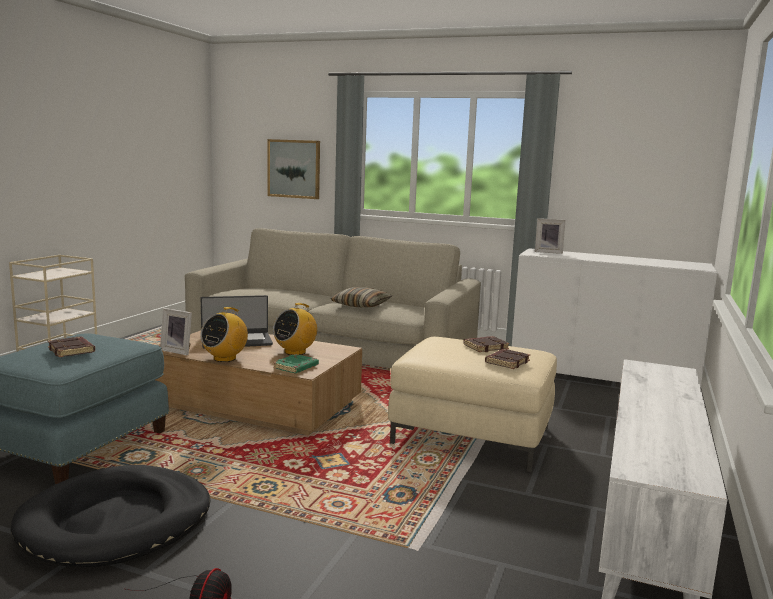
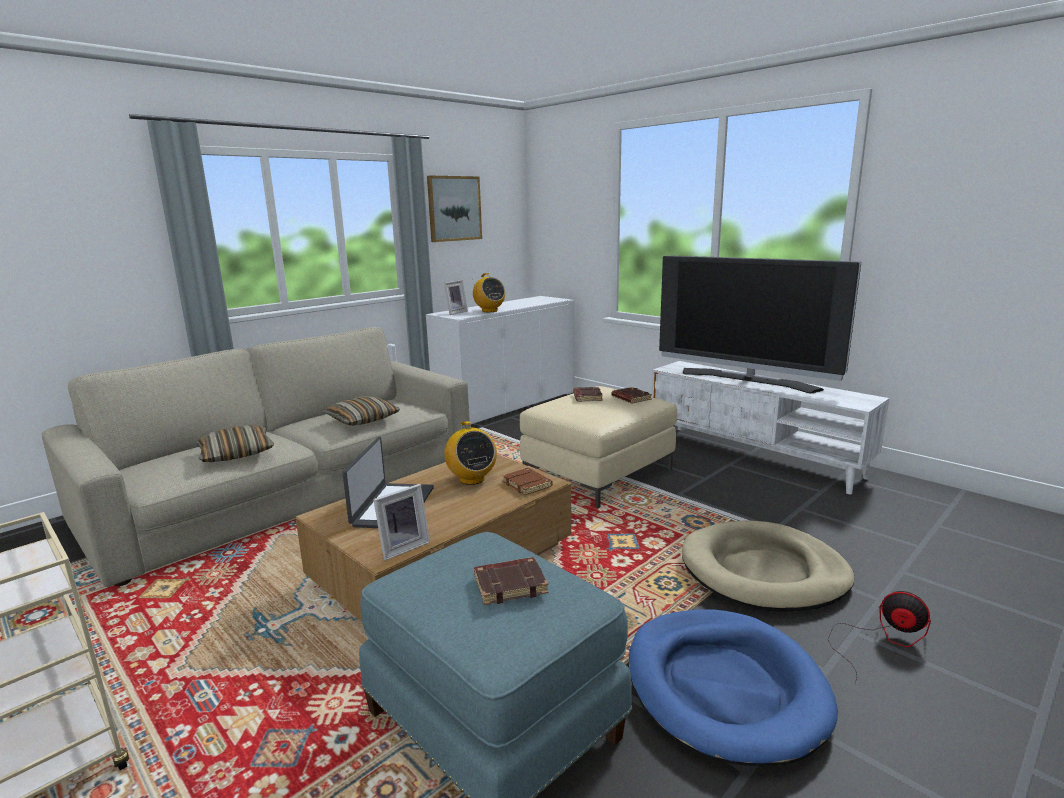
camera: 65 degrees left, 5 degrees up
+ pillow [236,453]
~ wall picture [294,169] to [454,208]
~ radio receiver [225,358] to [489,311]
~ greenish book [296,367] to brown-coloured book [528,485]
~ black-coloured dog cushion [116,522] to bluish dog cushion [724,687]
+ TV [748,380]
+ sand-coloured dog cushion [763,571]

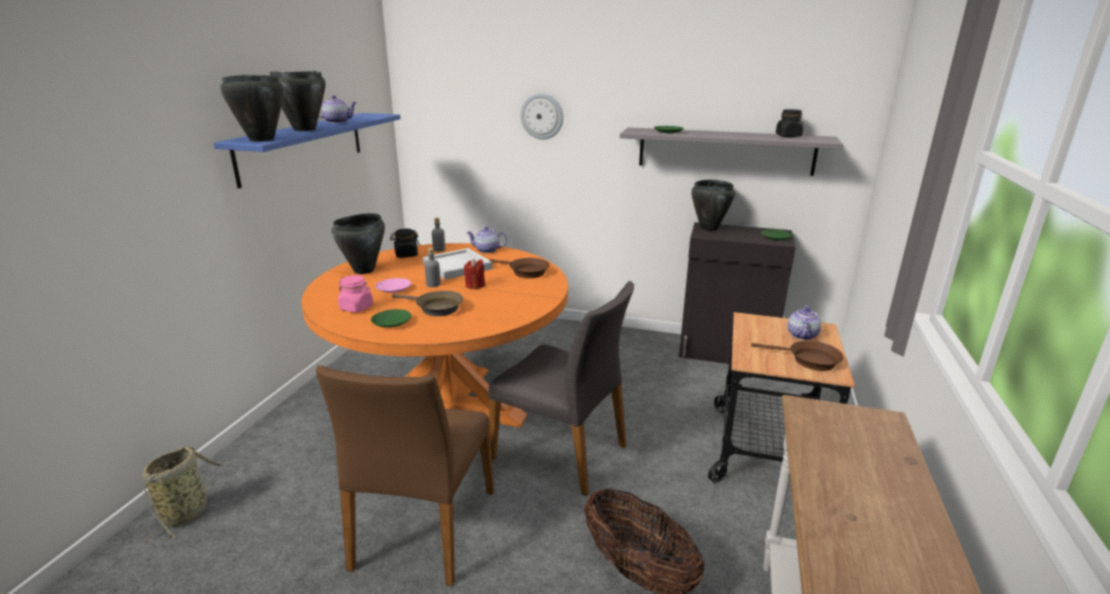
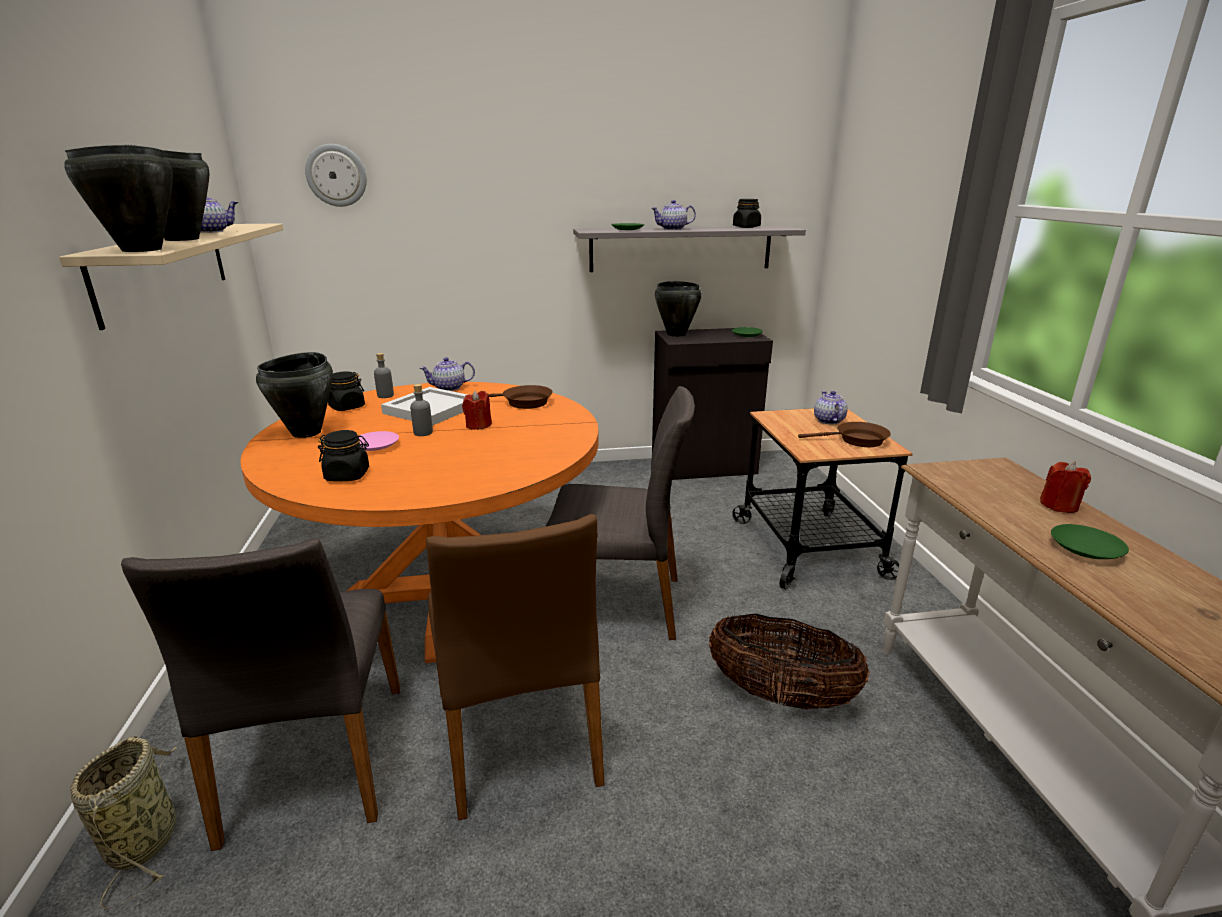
camera: 25 degrees left, 0 degrees up
~ bluish bracket shelf [303,146] to sand-coloured bracket shelf [164,269]
+ grey chair [313,761]
~ wall clock [542,116] to [336,175]
~ pinkish storage jar [356,308] to black-coloured storage jar [347,475]
+ tea pot [672,229]
+ reddish candle [1059,505]
~ greenish dinner plate [391,323] to [1085,549]
- brown-coloured skillet [436,308]

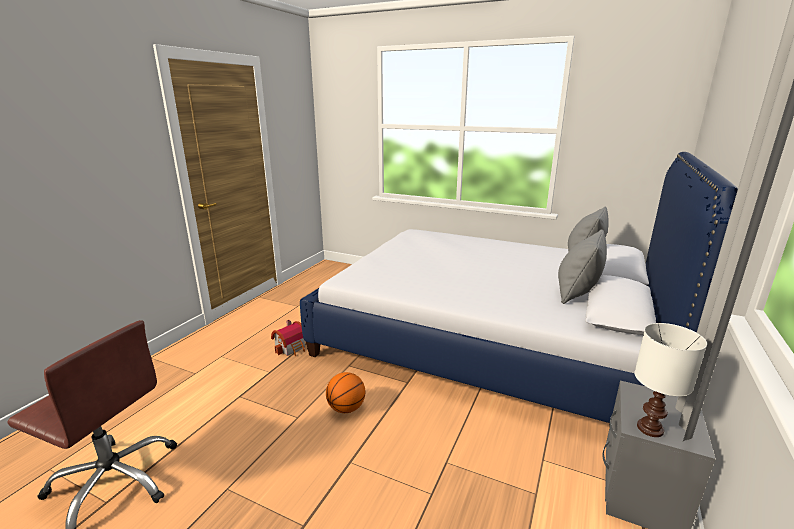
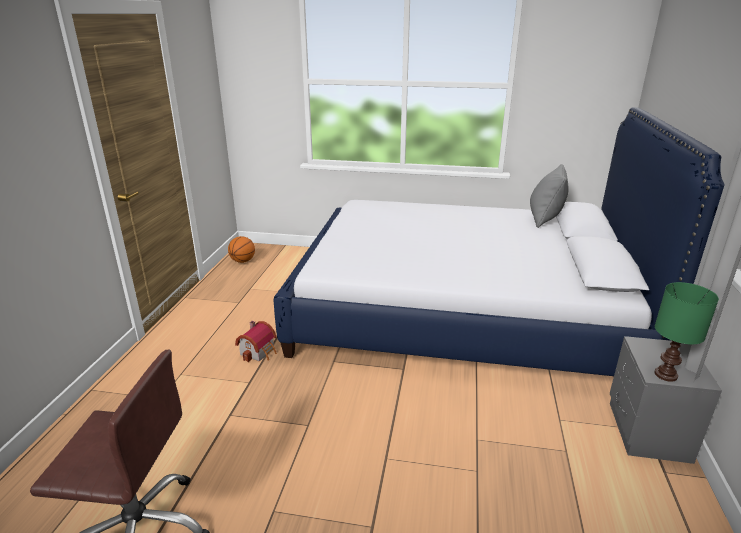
camera: 15 degrees left, 5 degrees up
~ basketball ball [346,408] to [243,261]
~ white-coloured table lamp [649,428] to greenish table lamp [665,374]
- grey pillow [577,293]

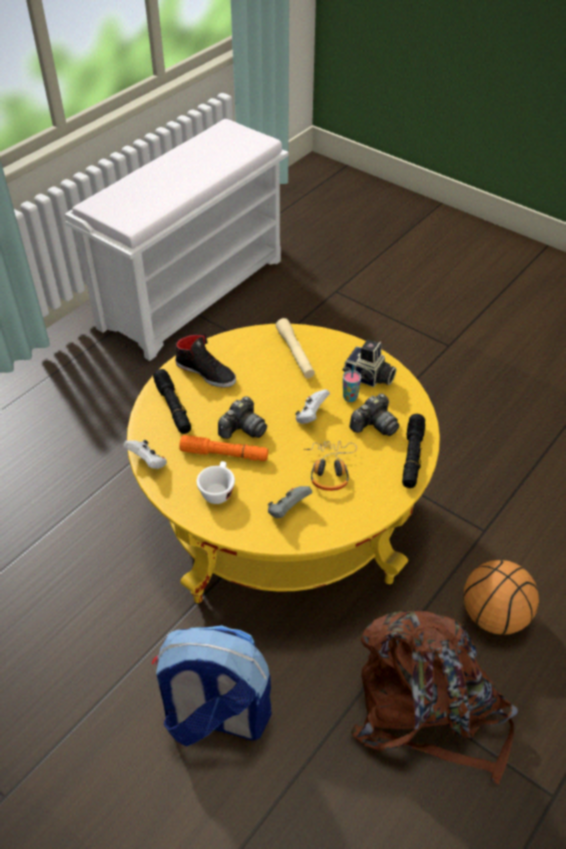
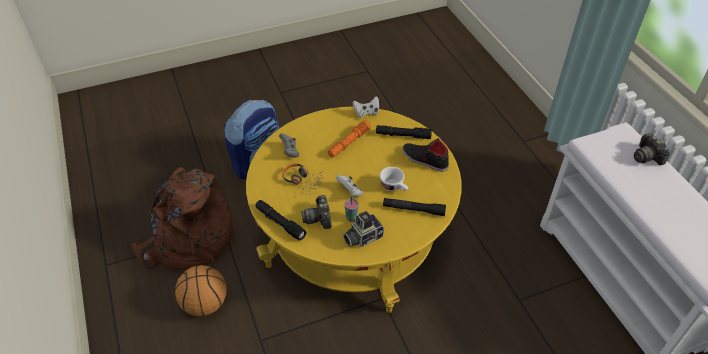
camera: 120 degrees right, 0 degrees up
~ white-coloured drinking cup [217,490] to [394,187]
~ sand-coloured torch [295,353] to black-coloured torch [413,210]
~ black-coloured item of footwear [206,372] = [424,160] 60 degrees clockwise
~ photo camera [243,429] to [647,156]

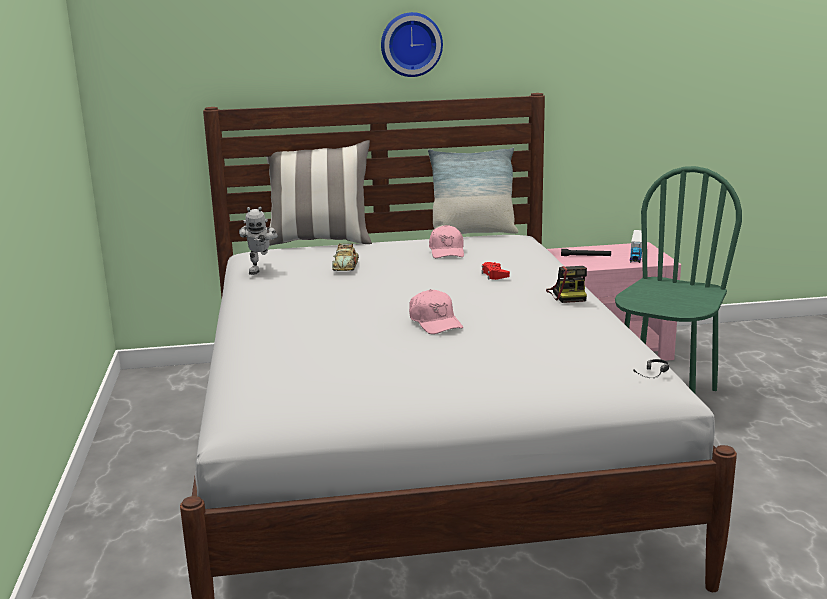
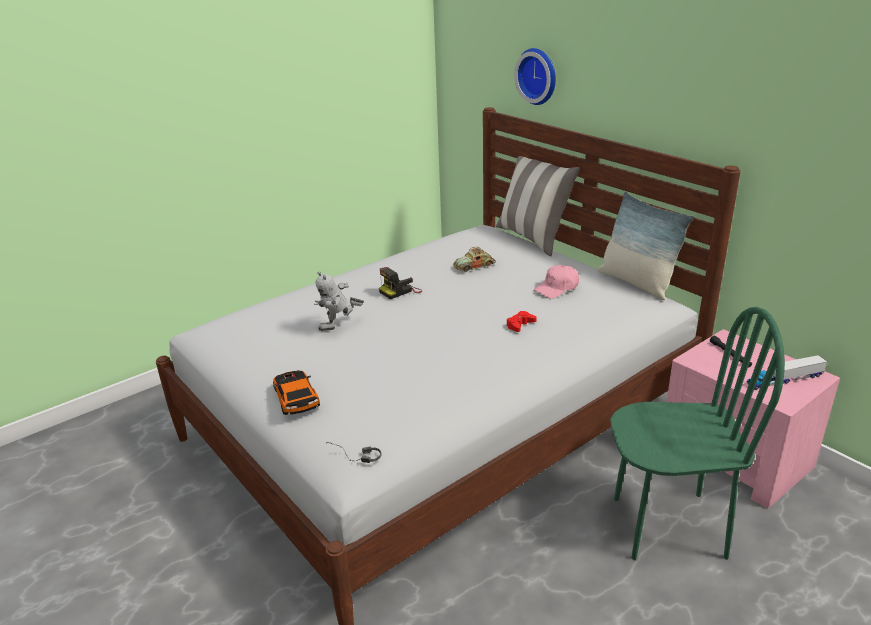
camera: 60 degrees right, 10 degrees up
+ toy car [295,398]
~ robot figure [260,270] to [340,327]
~ photo camera [568,295] to [400,291]
~ wall clock [411,44] to [538,76]
- pinkish baseball cap [435,323]

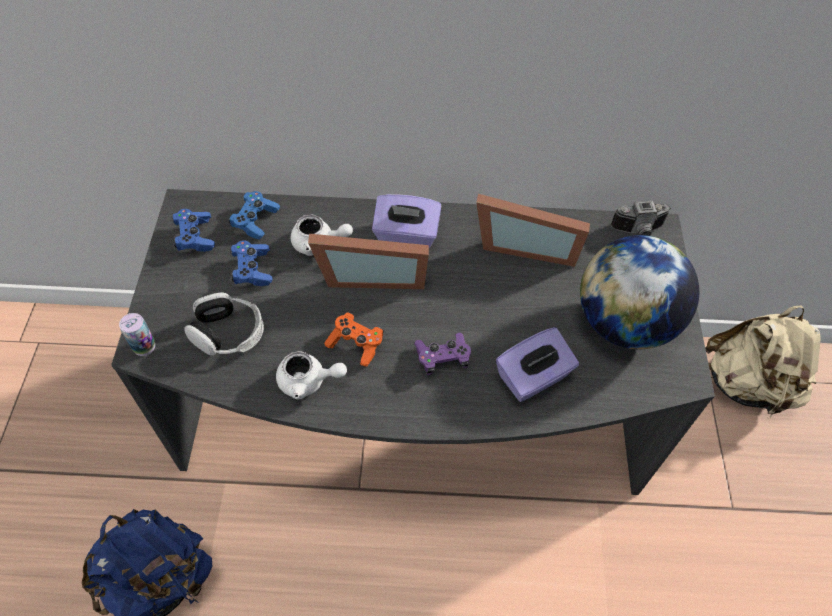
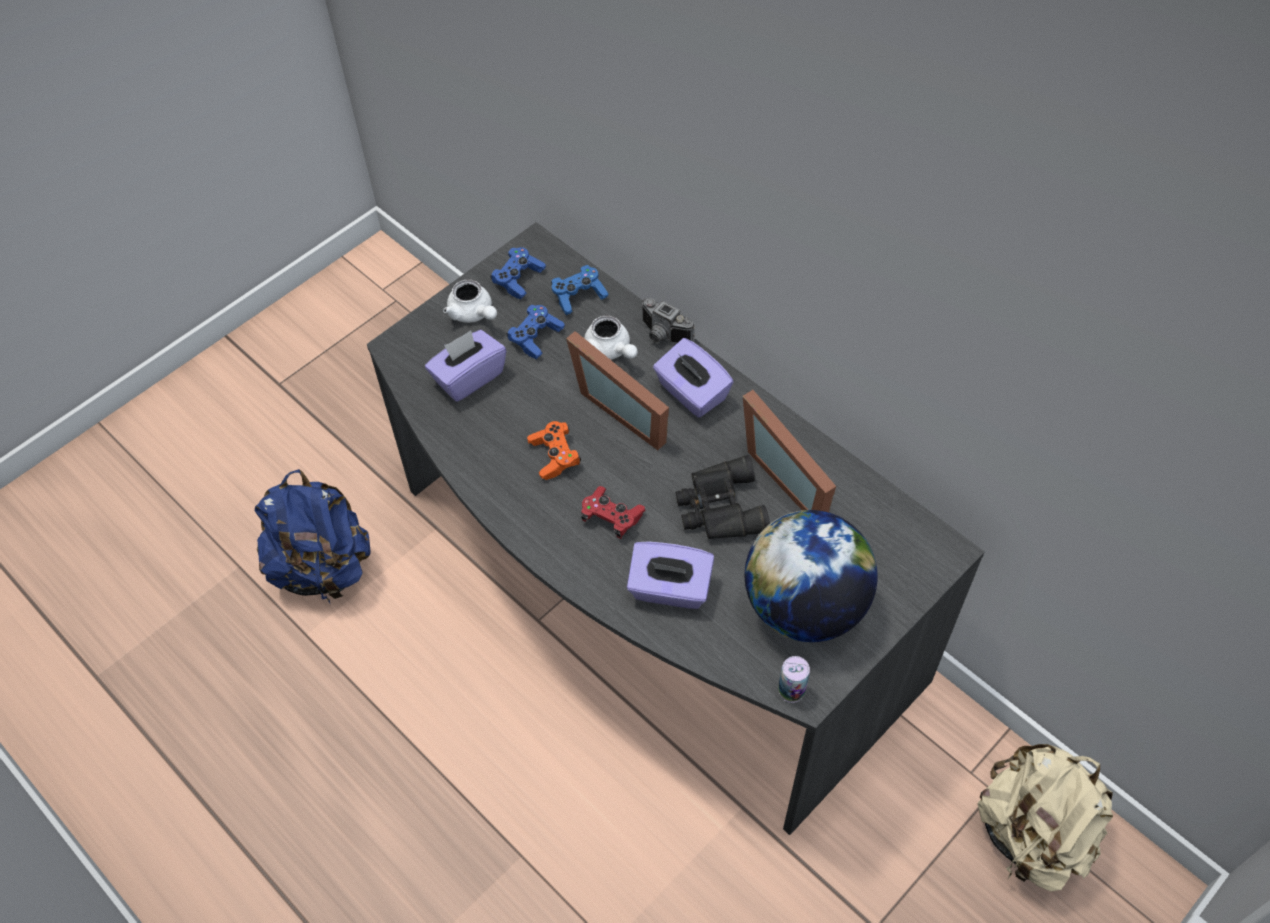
camera: 45 degrees right, 0 degrees up
~ pair of headphones [228,333] to purple tissue holder [468,377]
~ white-coloured tea pot [308,381] to [473,314]
~ purple joypad [442,358] to reddish joypad [611,517]
~ photo camera [639,231] to [663,336]
+ black-coloured field glasses [719,508]
~ can [144,346] to [791,691]

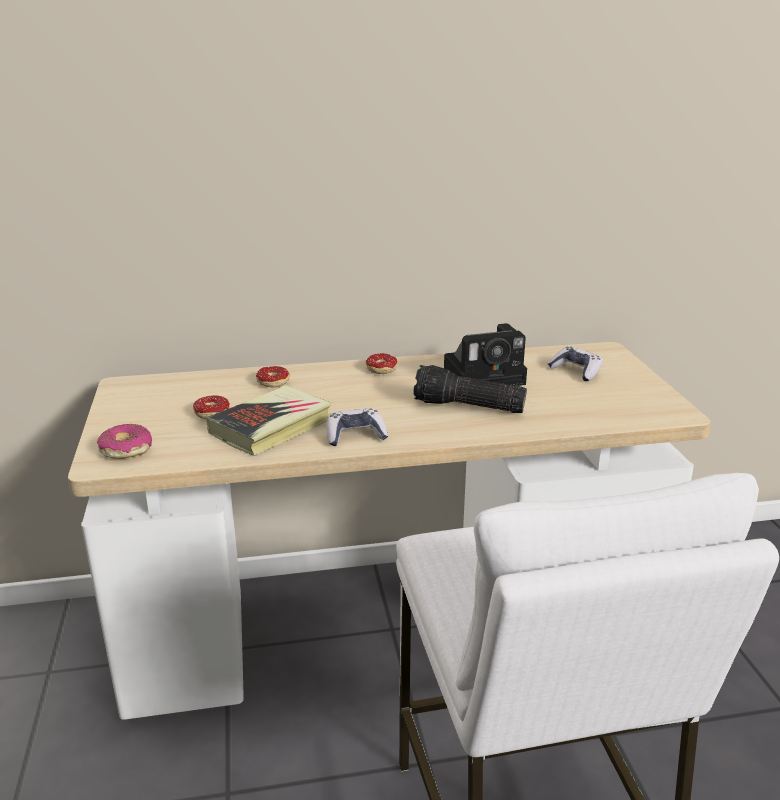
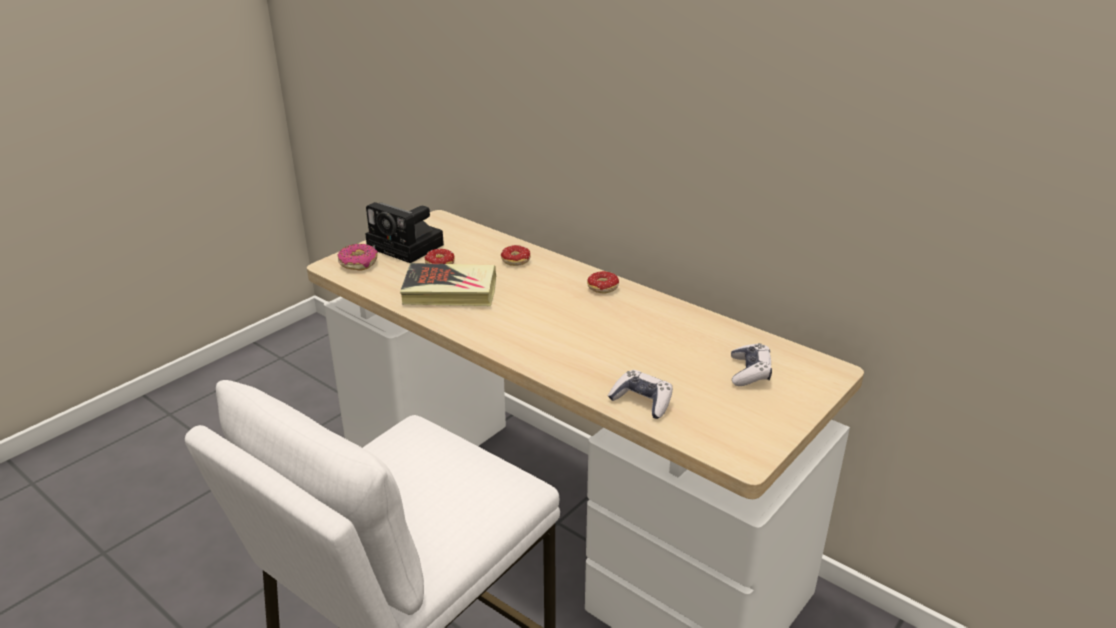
camera: 50 degrees right, 5 degrees up
~ photo camera [487,376] to [408,247]
~ joypad [355,435] to [642,401]
- torch [467,407]

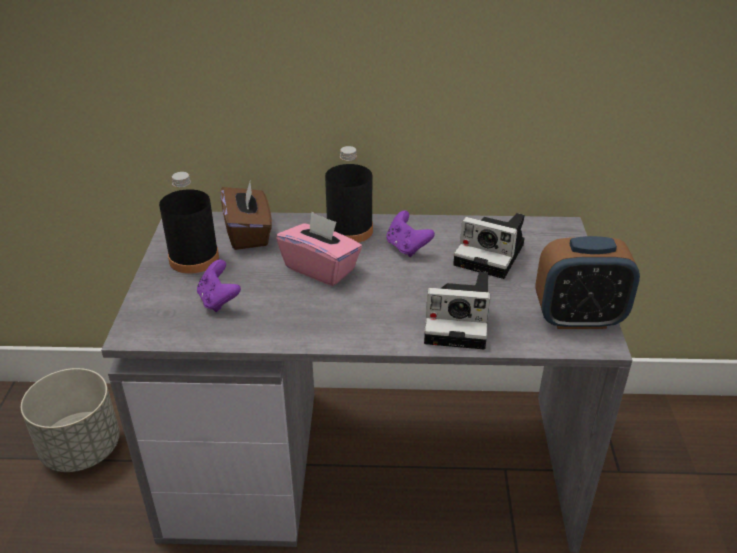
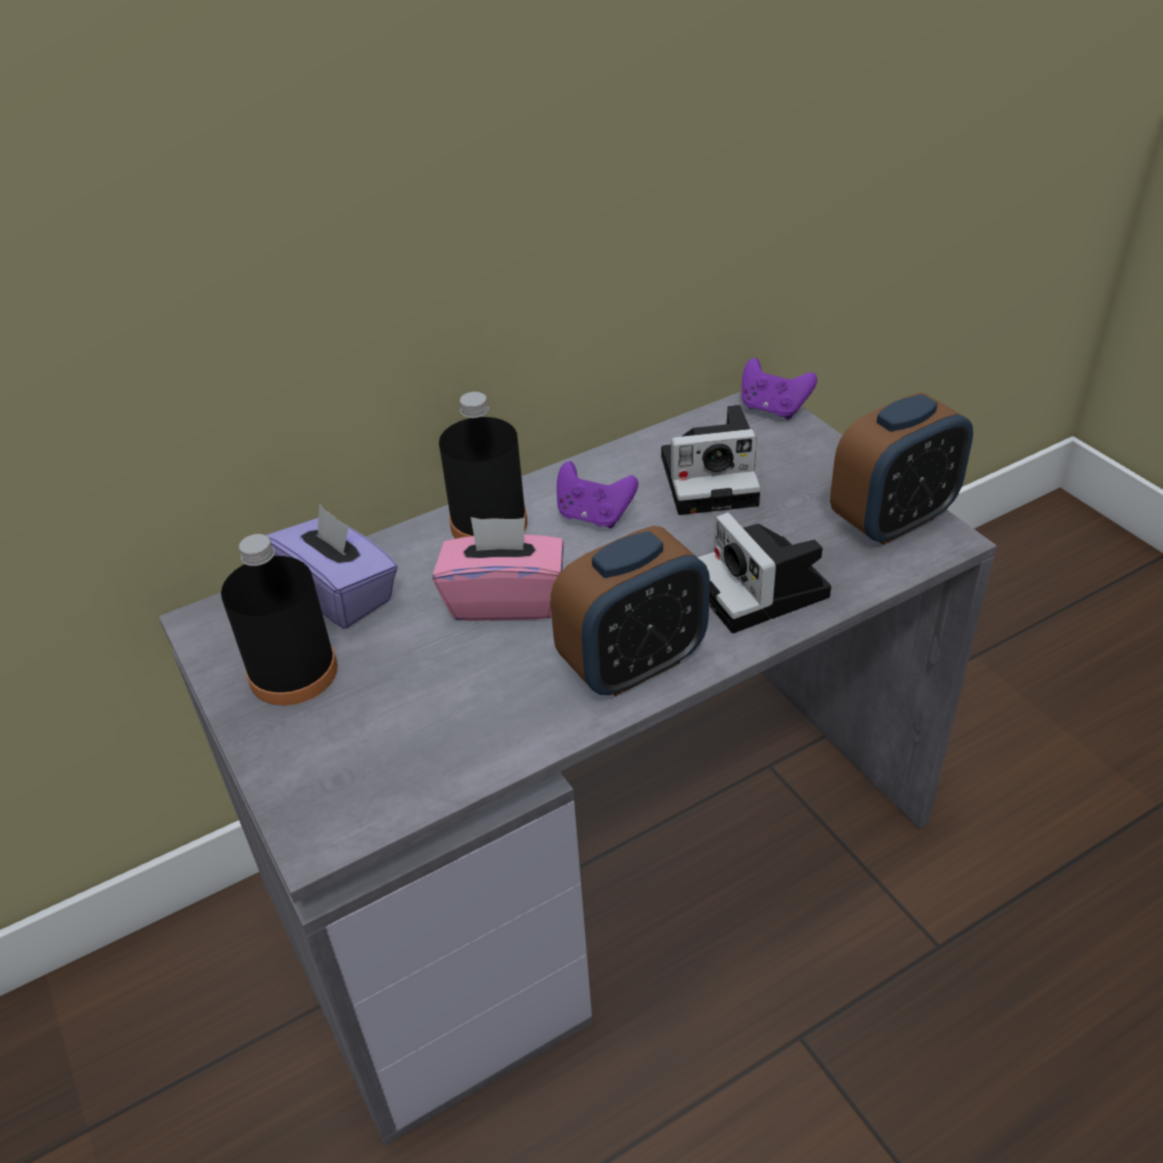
camera: 30 degrees left, 5 degrees up
~ brown-coloured tissue holder [248,233] to purple tissue holder [340,594]
+ alarm clock [633,664]
~ photo camera [459,322] = [762,591] 90 degrees clockwise
~ purple joypad [218,300] to [773,409]
- grey planter [81,448]

